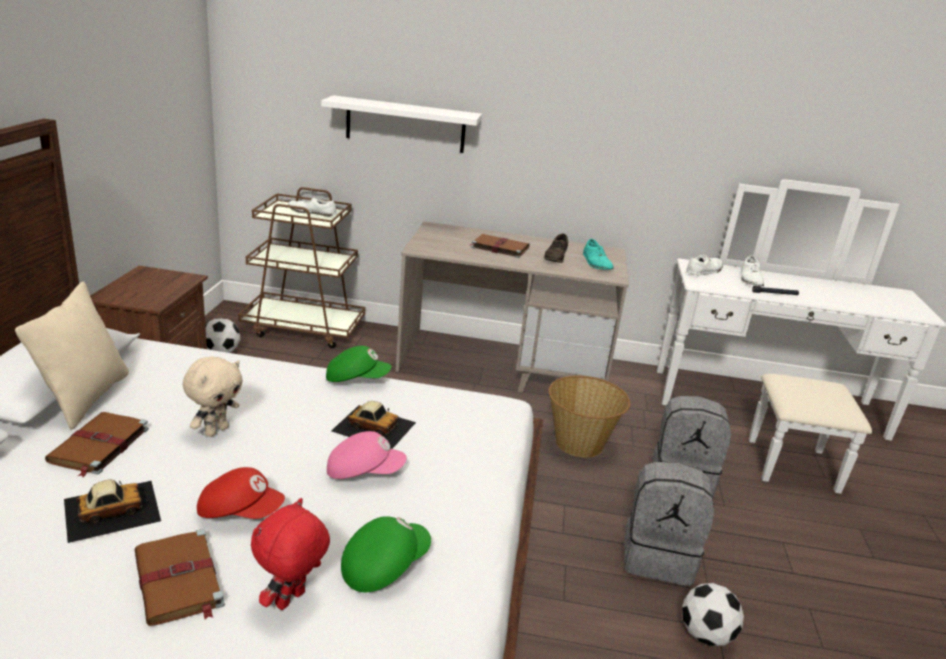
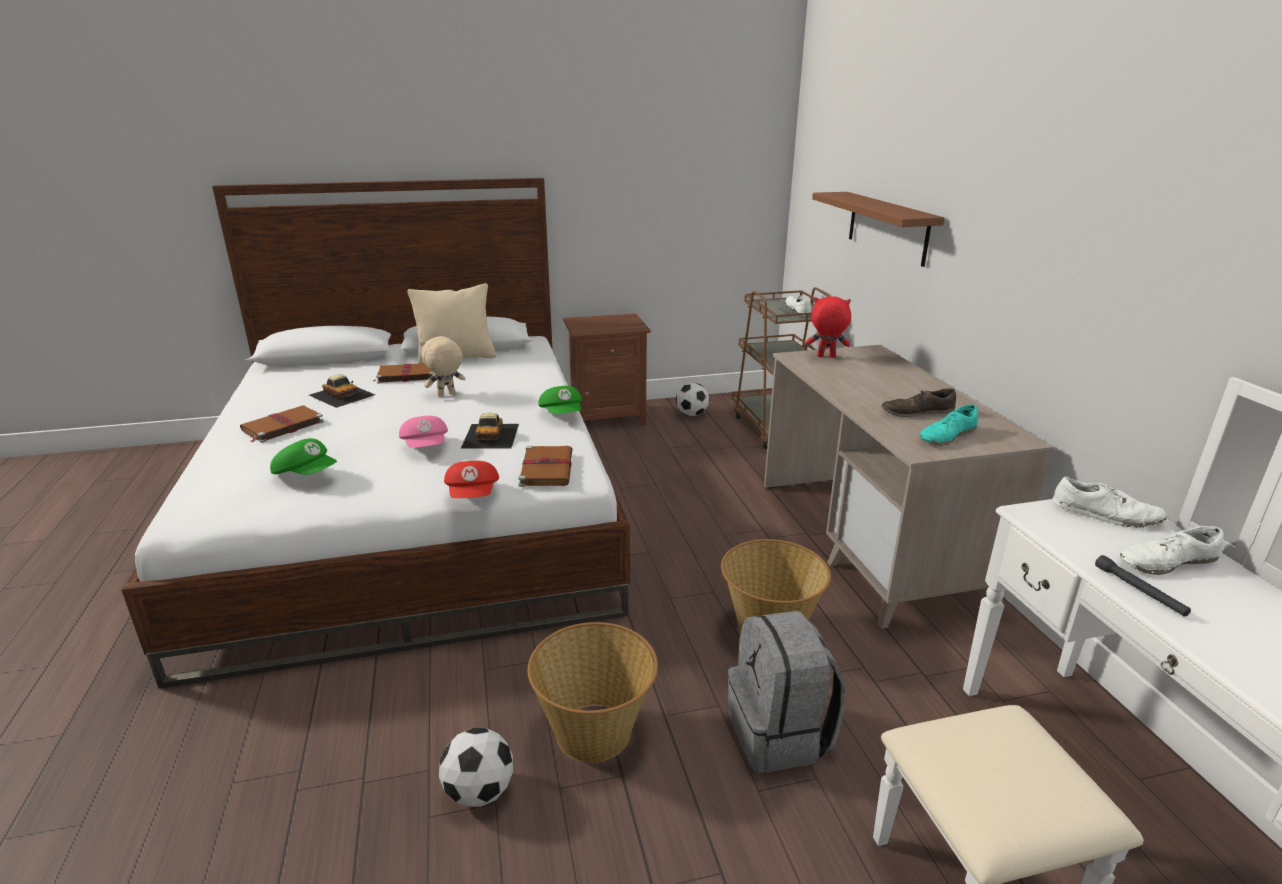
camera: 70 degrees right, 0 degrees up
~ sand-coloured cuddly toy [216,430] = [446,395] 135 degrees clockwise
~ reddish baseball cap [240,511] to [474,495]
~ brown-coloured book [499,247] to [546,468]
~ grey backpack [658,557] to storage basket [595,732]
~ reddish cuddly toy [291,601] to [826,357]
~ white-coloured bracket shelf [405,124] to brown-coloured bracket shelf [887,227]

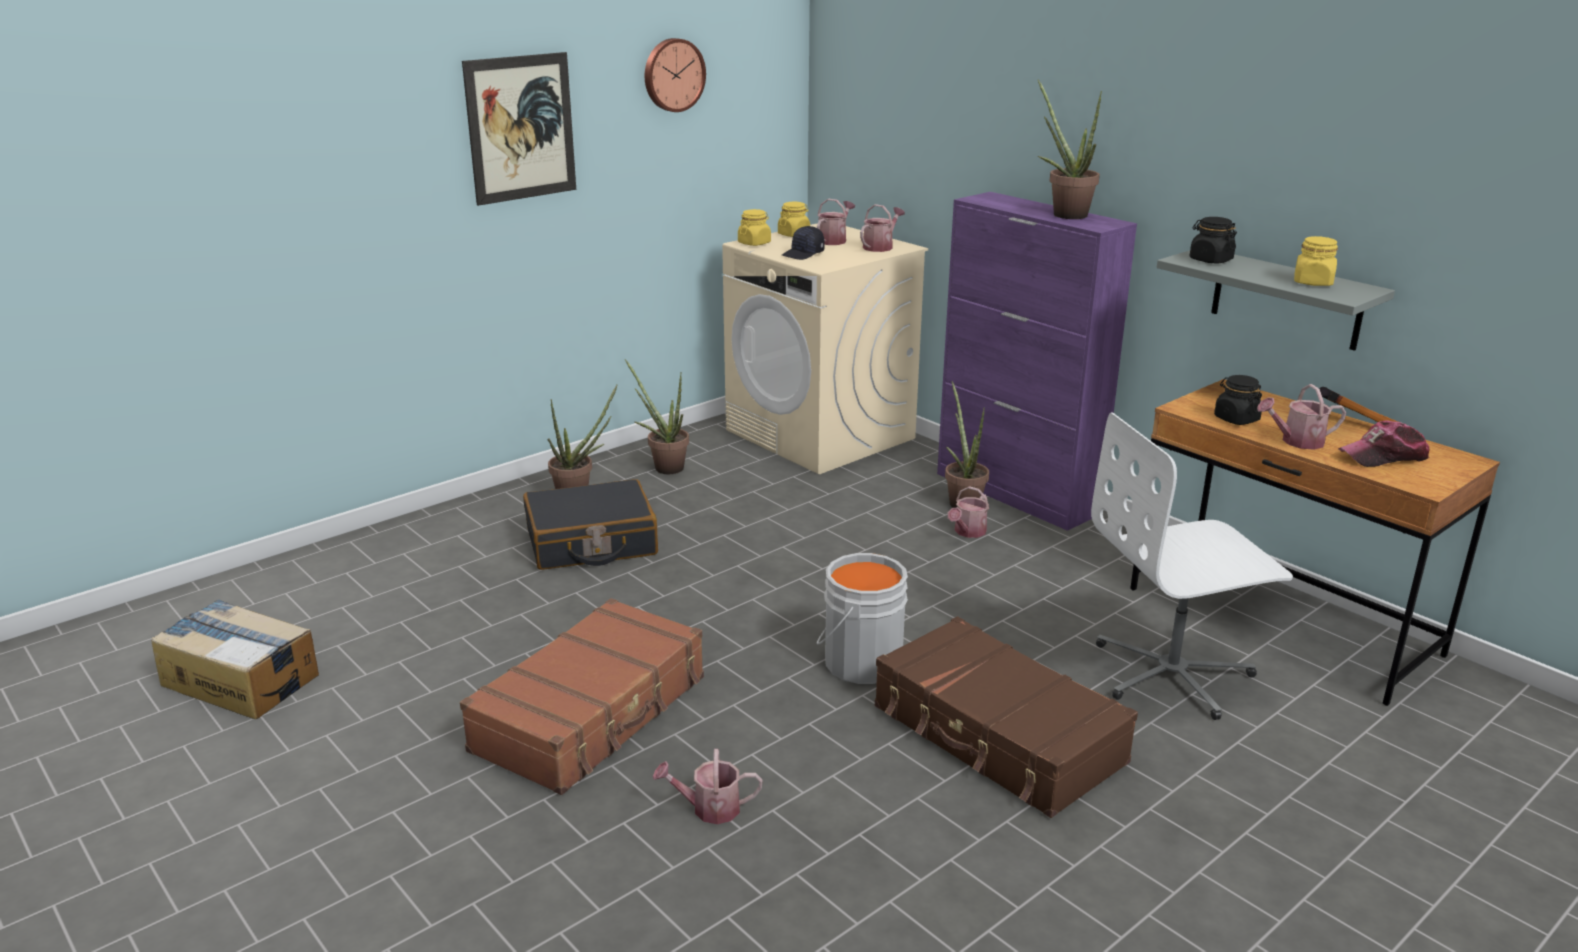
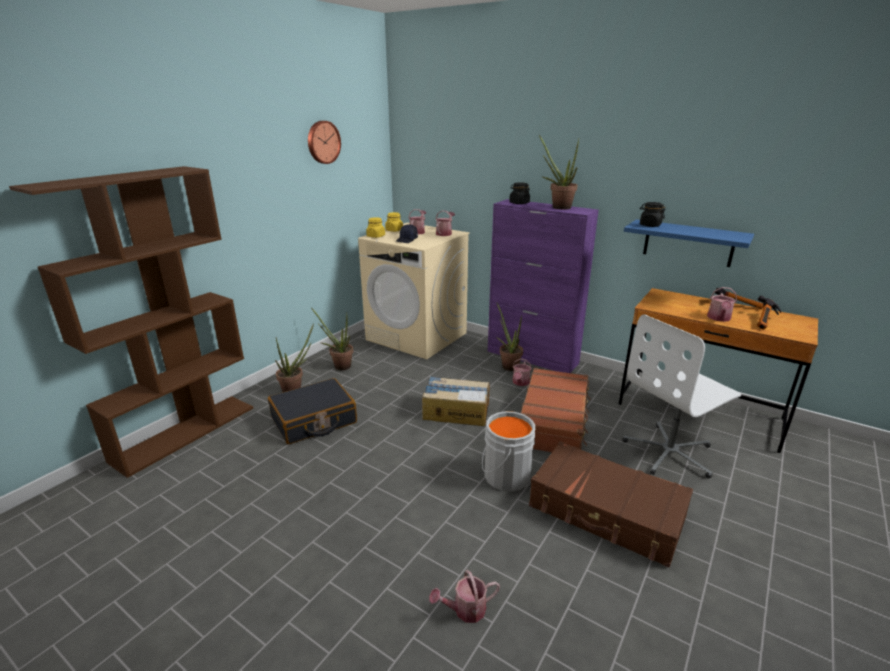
camera: 15 degrees left, 0 degrees up
+ brown-coloured bookcase [185,432]
~ carton [241,679] to [455,411]
~ black-coloured storage jar [1236,419] to [519,203]
~ brown-coloured travel case [592,714] to [554,420]
~ grey bracket shelf [1286,299] to bluish bracket shelf [688,243]
~ sprinkling can [1297,441] = [719,318] 45 degrees counterclockwise
~ baseball cap [1383,456] to hand hammer [766,322]
- wall picture [521,128]
- yellowish storage jar [1313,282]

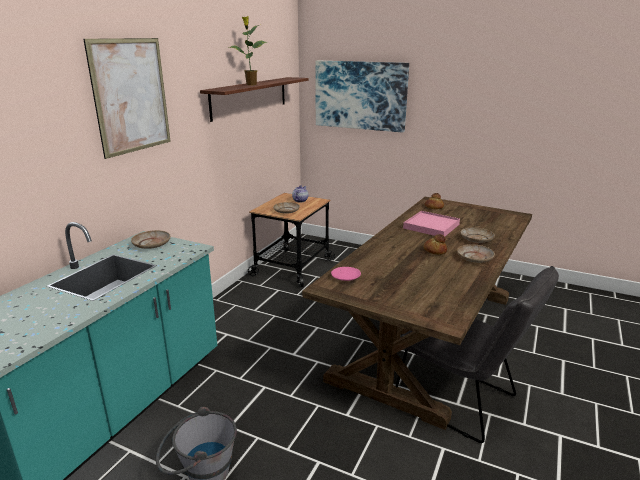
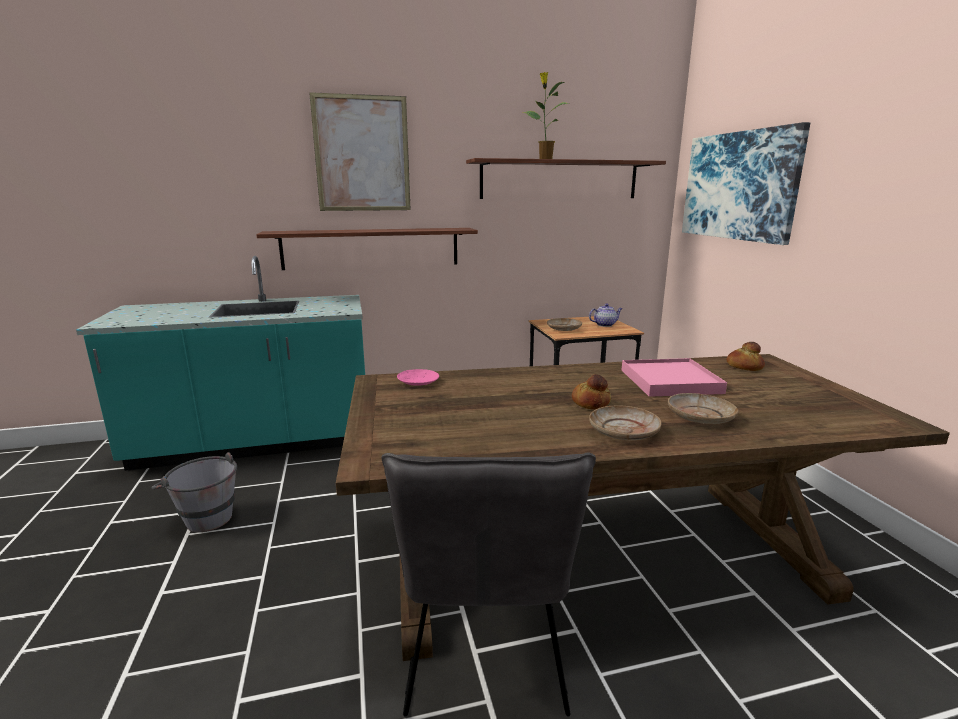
camera: 50 degrees right, 5 degrees down
+ bracket shelf [371,248]
- sand-coloured dinner plate [152,244]

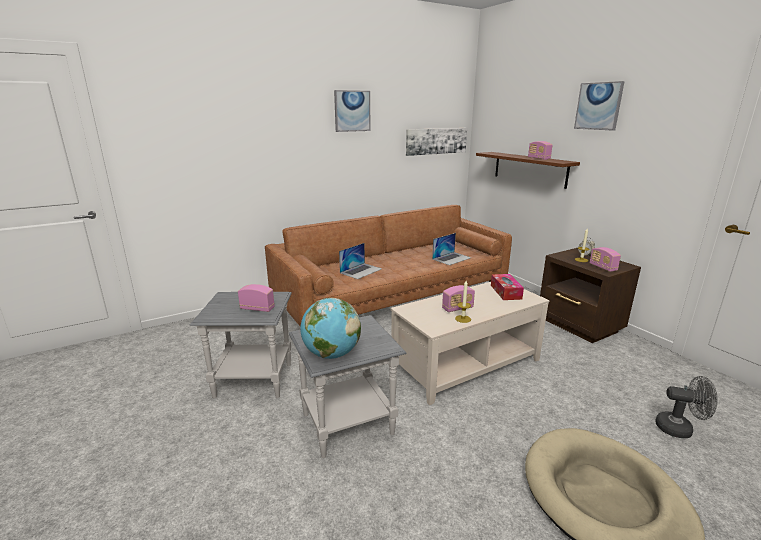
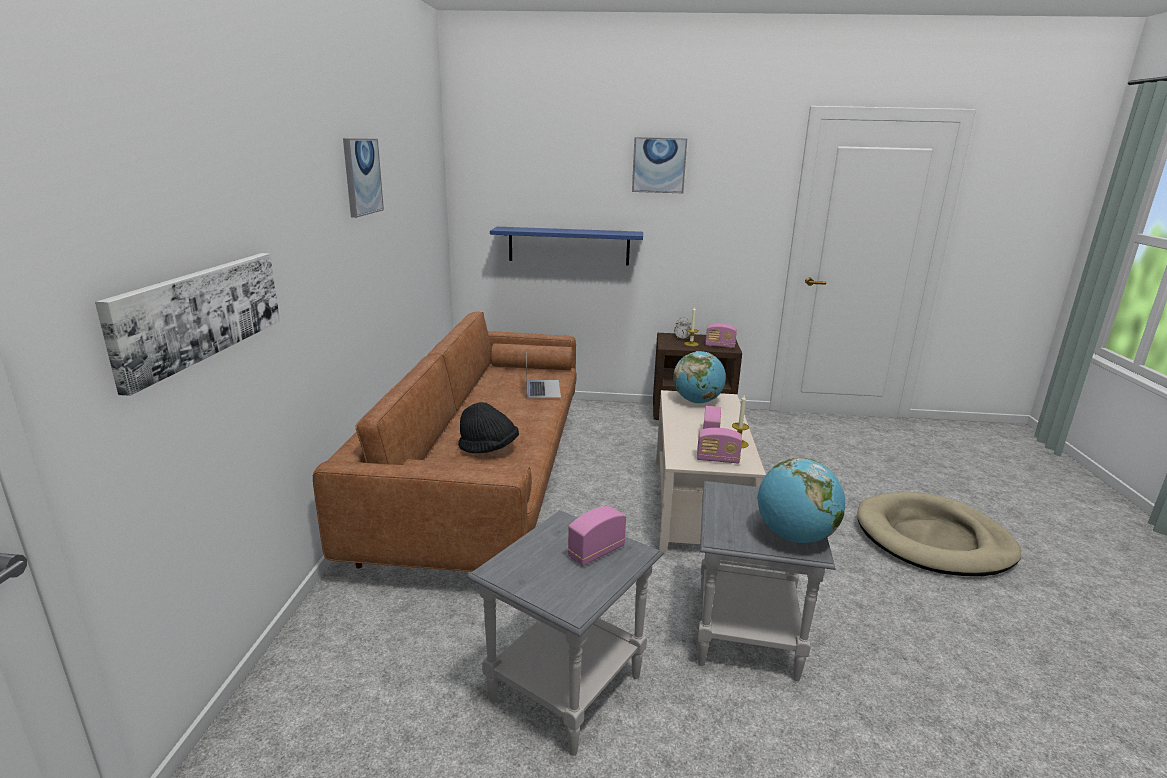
camera: 55 degrees left, 0 degrees up
~ wall picture [436,141] to [199,313]
~ portable computer [361,271] to black-coloured clothing hat [489,449]
~ brown-coloured bracket shelf [529,169] to bluish bracket shelf [569,246]
~ tissue holder [505,292] to world globe [697,401]
~ radio receiver [538,158] to [717,459]
- grey cooling fan [679,429]

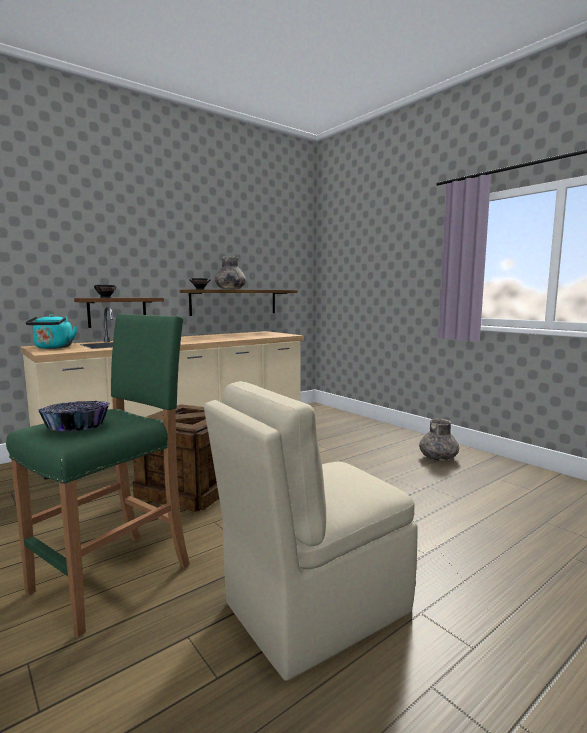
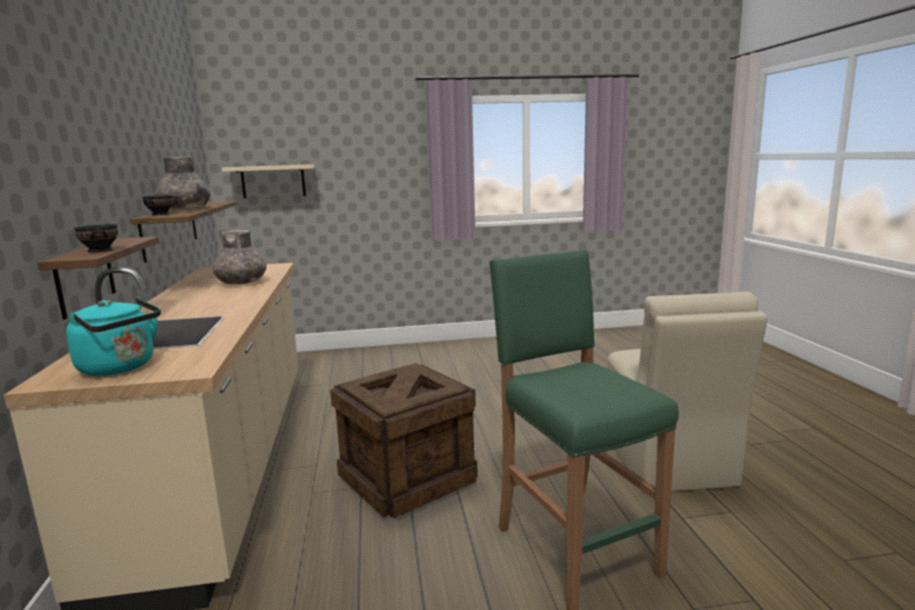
camera: 60 degrees left, 5 degrees up
~ grey vase [438,458] to [242,283]
+ sand-coloured bracket shelf [273,181]
- deep dish [77,427]

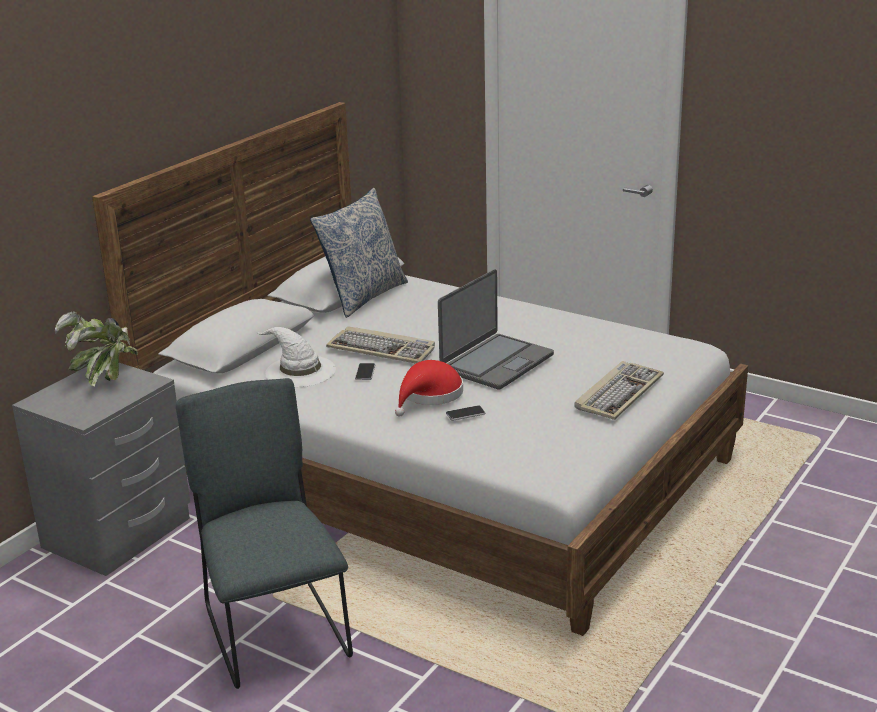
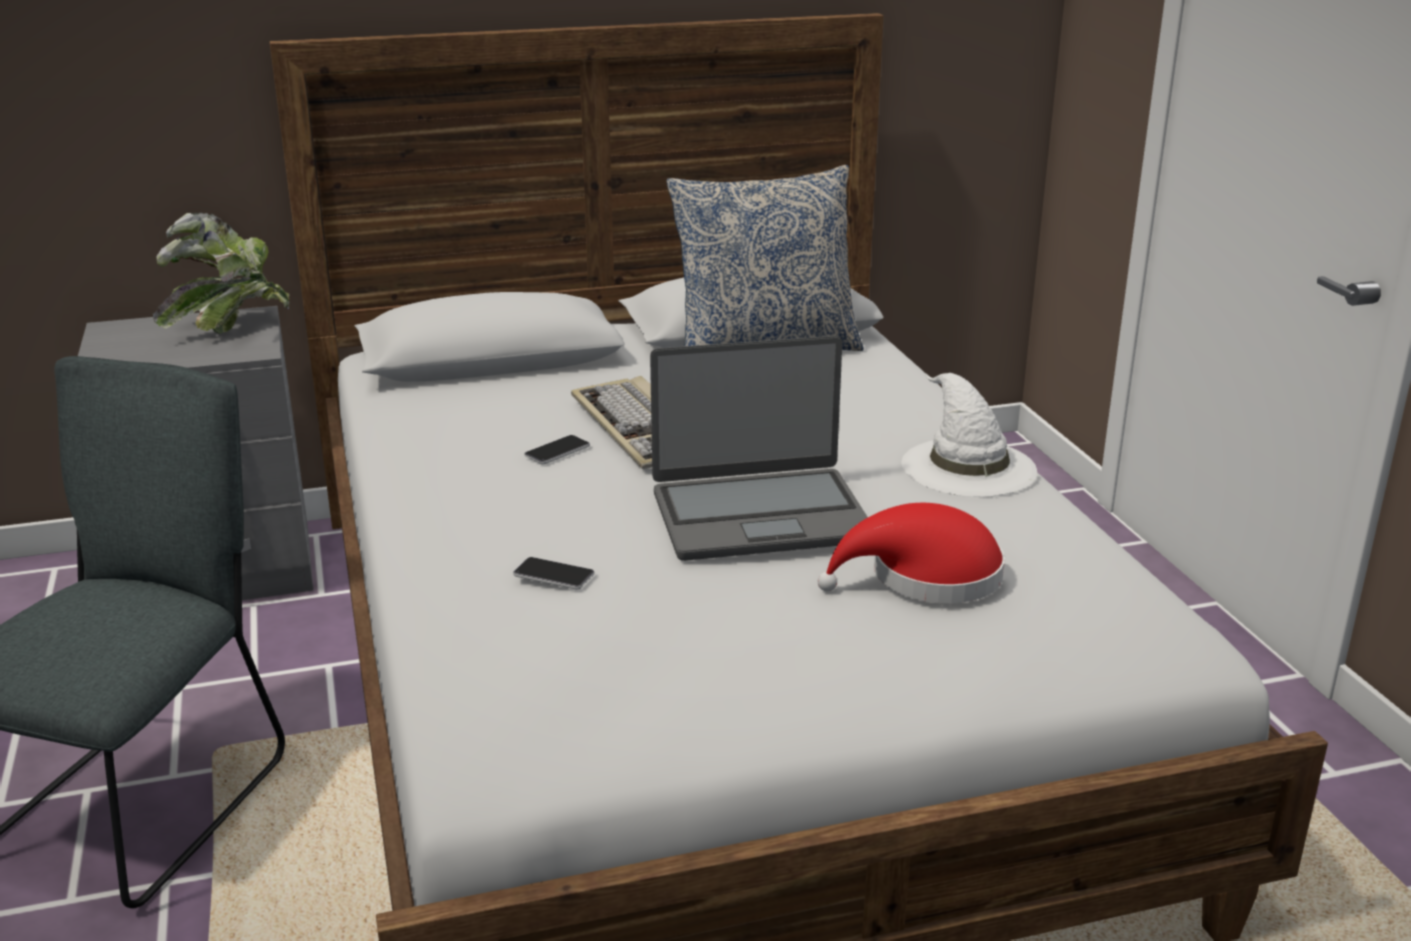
camera: 40 degrees right, 0 degrees up
~ reddish clothing hat [429,395] to [925,577]
~ white-coloured clothing hat [299,371] to [966,466]
- keyboard [618,393]

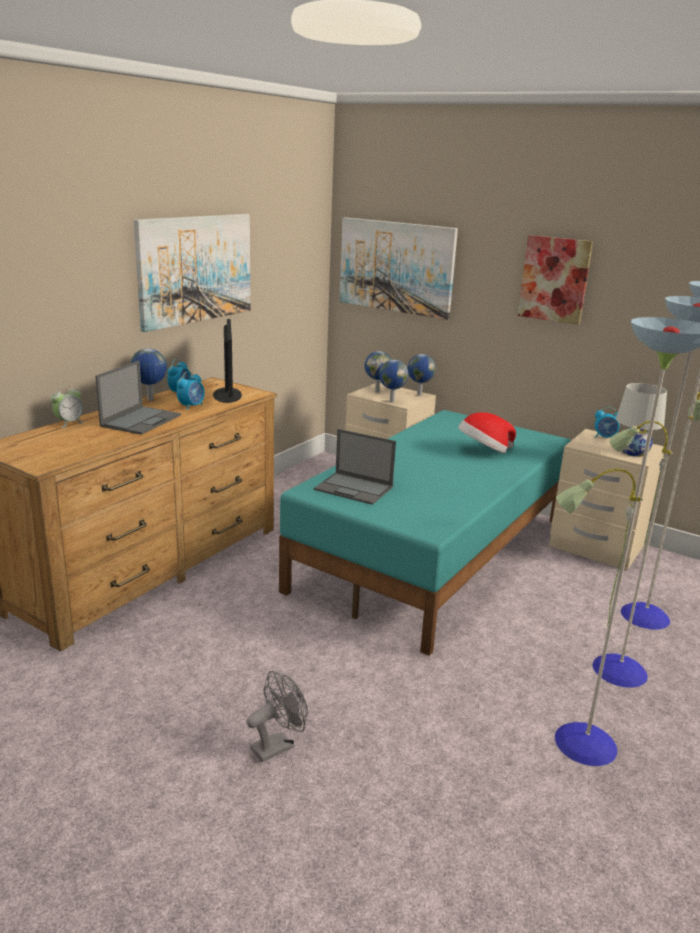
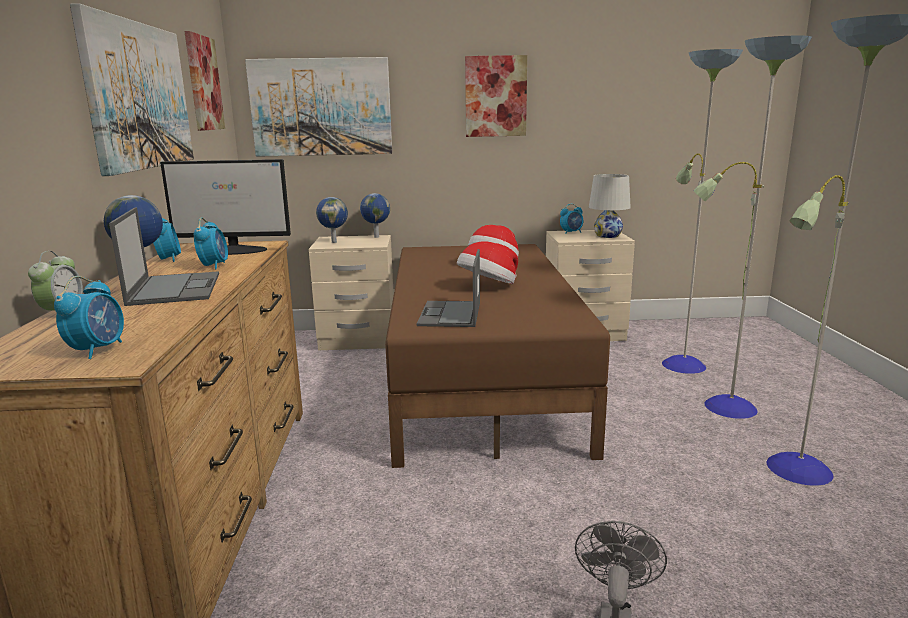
camera: 35 degrees left, 5 degrees down
+ alarm clock [98,349]
~ computer display [227,394] = [235,250] 135 degrees clockwise
+ wall picture [203,83]
~ turquoise bedroom bed [435,553] to brown-coloured bedroom bed [482,378]
~ portable computer [354,488] = [450,314] 105 degrees clockwise
+ clothing hat [488,286]
- world globe [391,401]

